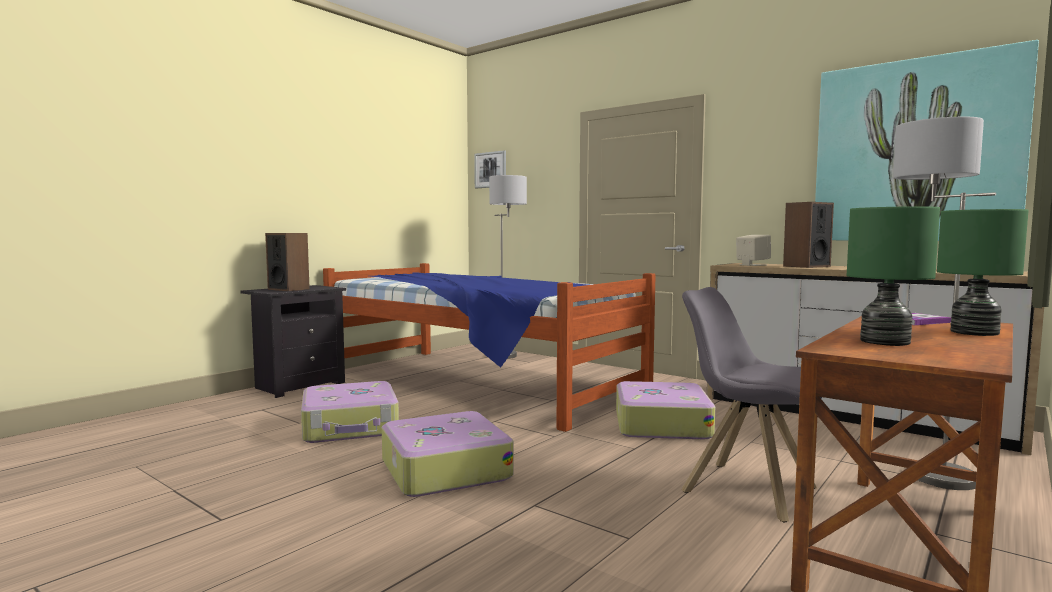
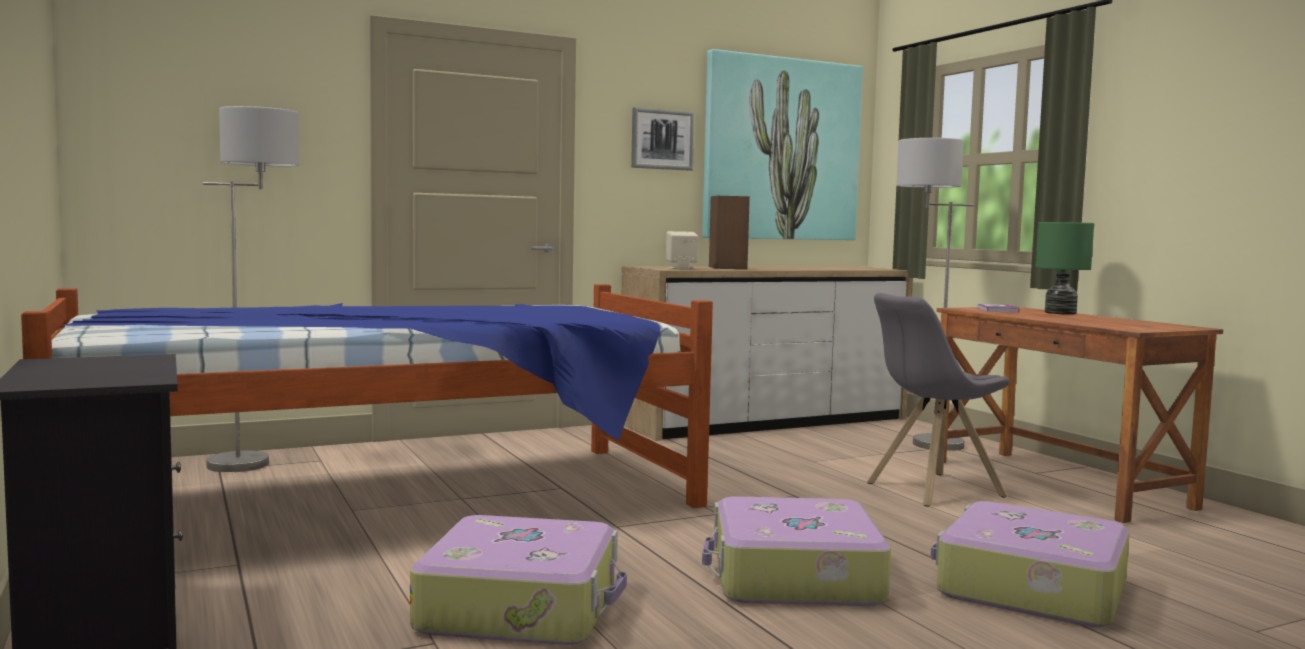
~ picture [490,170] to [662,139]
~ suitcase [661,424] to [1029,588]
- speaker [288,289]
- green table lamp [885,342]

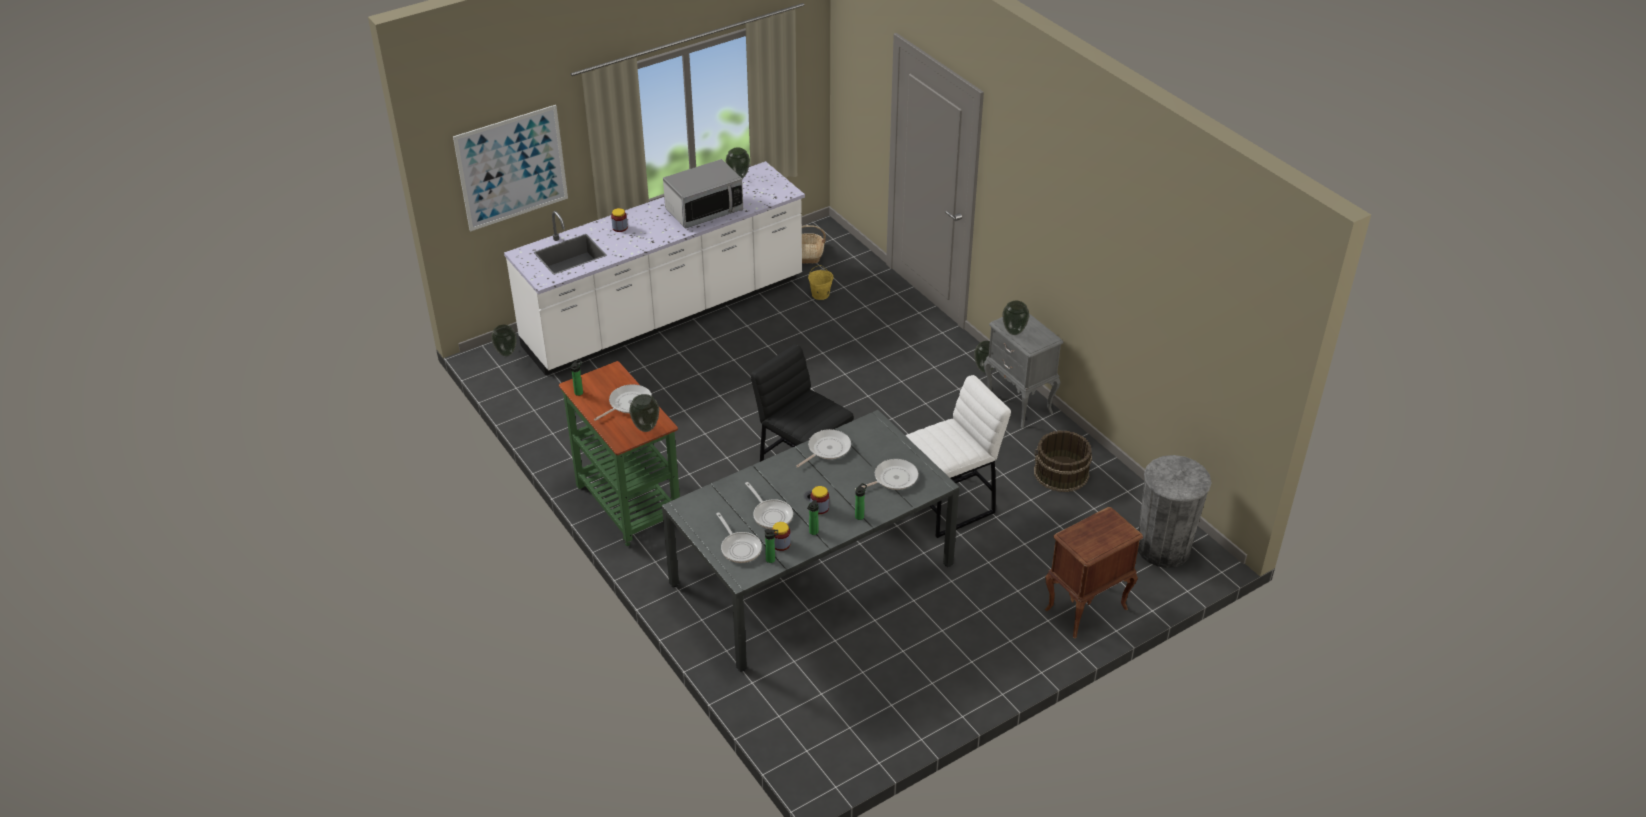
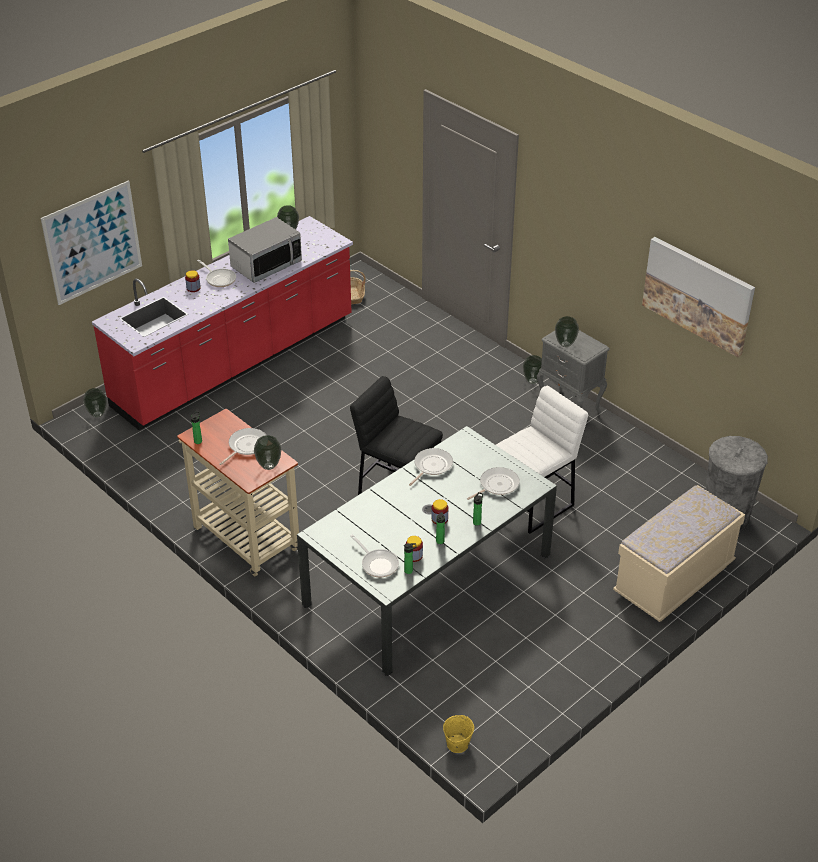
~ white counter [665,314] to red counter [235,363]
~ green cart [627,504] to beige cart [244,538]
~ frying pan [771,514] to [219,279]
~ yellow bucket [820,295] to [457,744]
~ brown nightstand [1086,610] to beige bench [674,580]
+ picture [698,295]
- brown bucket [1061,473]

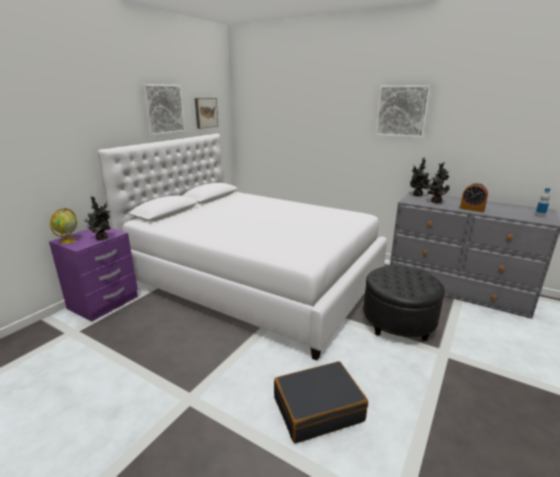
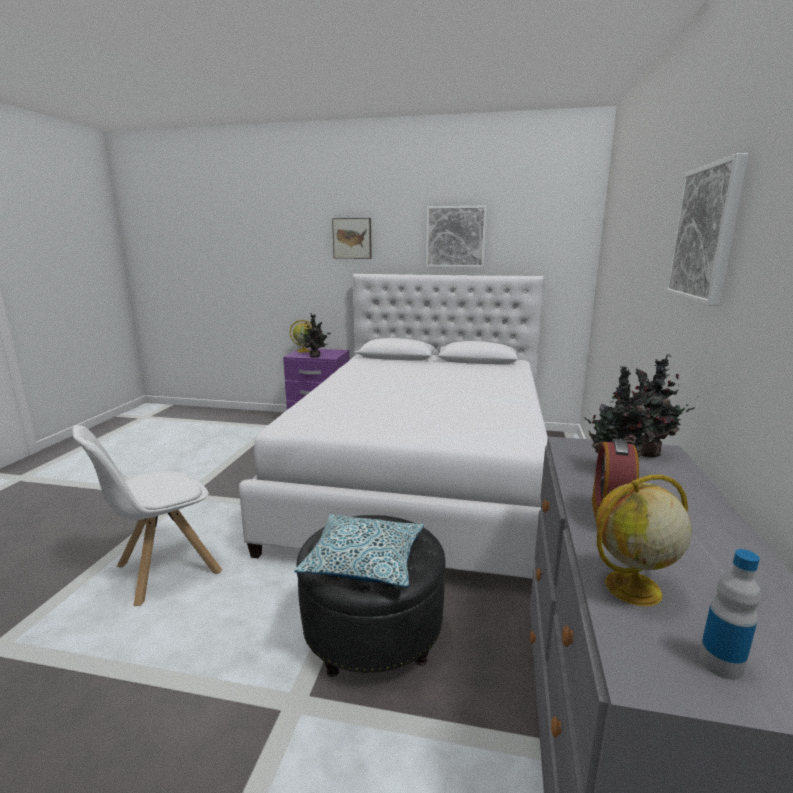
~ black suitcase [318,408] to white chair [163,571]
+ pillow [364,561]
~ picture [205,112] to [352,238]
+ globe [631,589]

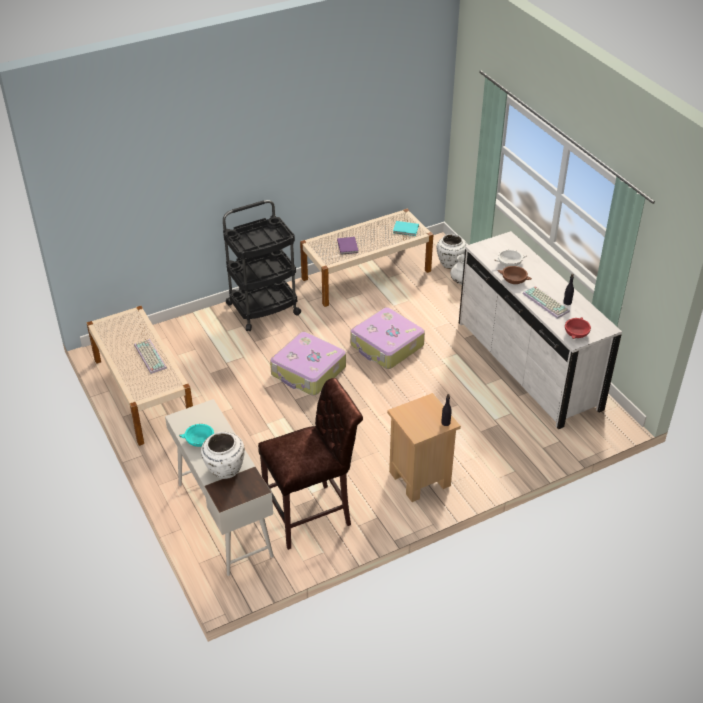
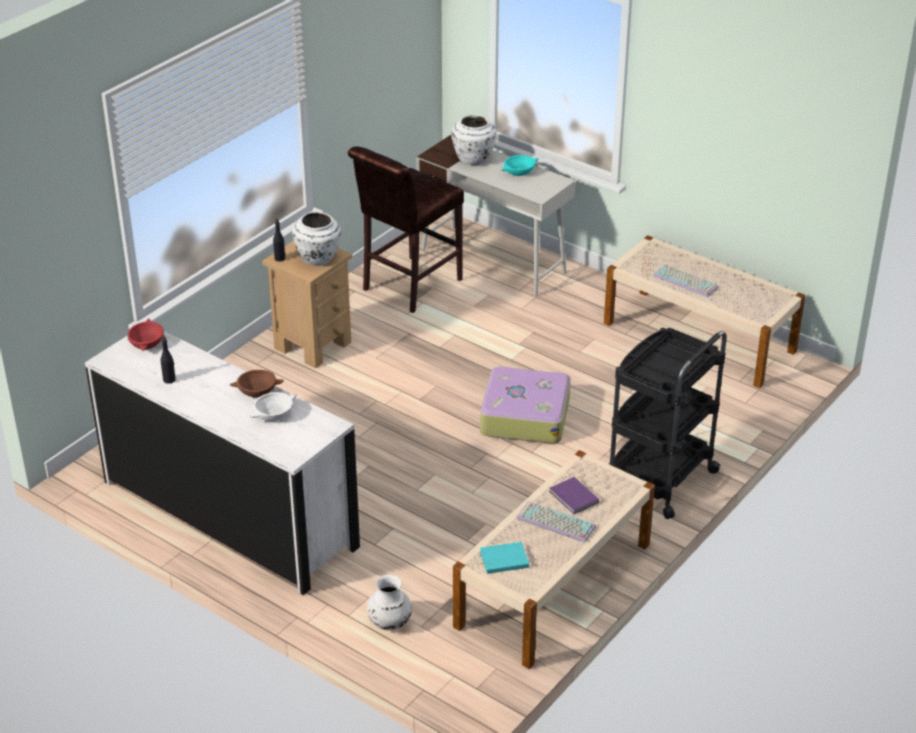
~ white vase [450,263] to [318,259]
~ keyboard [547,302] to [554,523]
- suitcase [386,346]

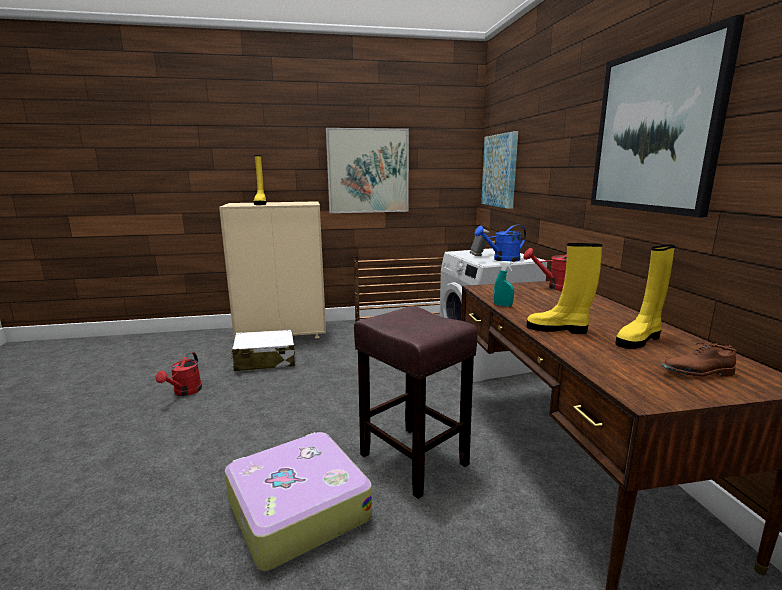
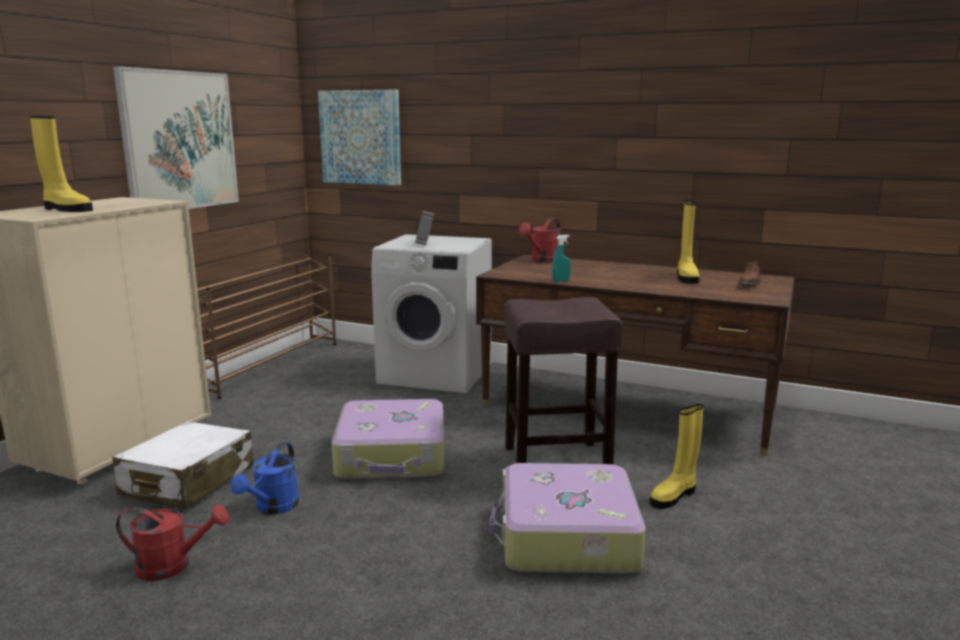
~ red watering can [185,392] = [173,566] 45 degrees counterclockwise
~ blue watering can [502,259] to [273,508]
+ suitcase [392,456]
~ yellow boot [558,329] to [674,496]
- picture [654,130]

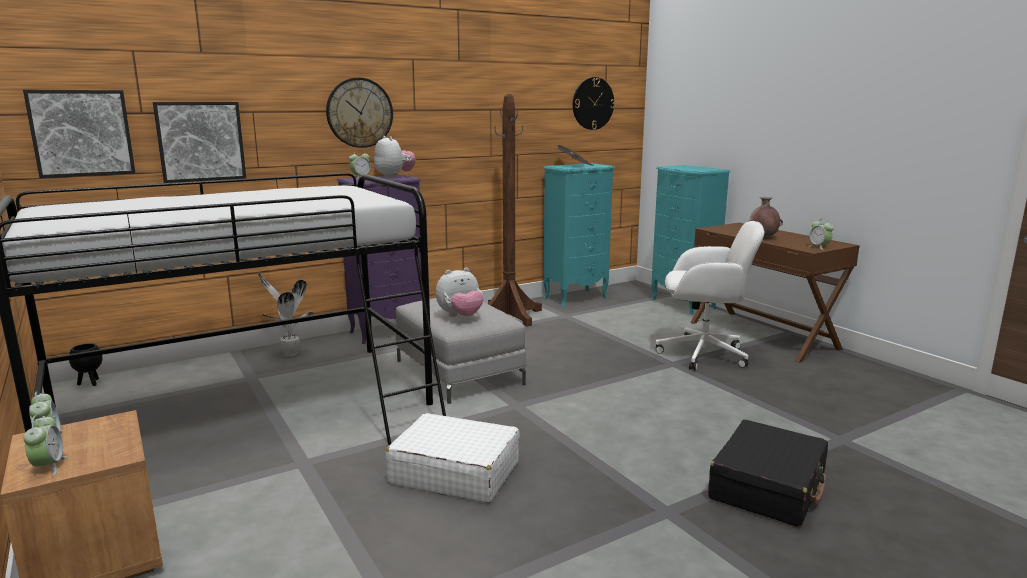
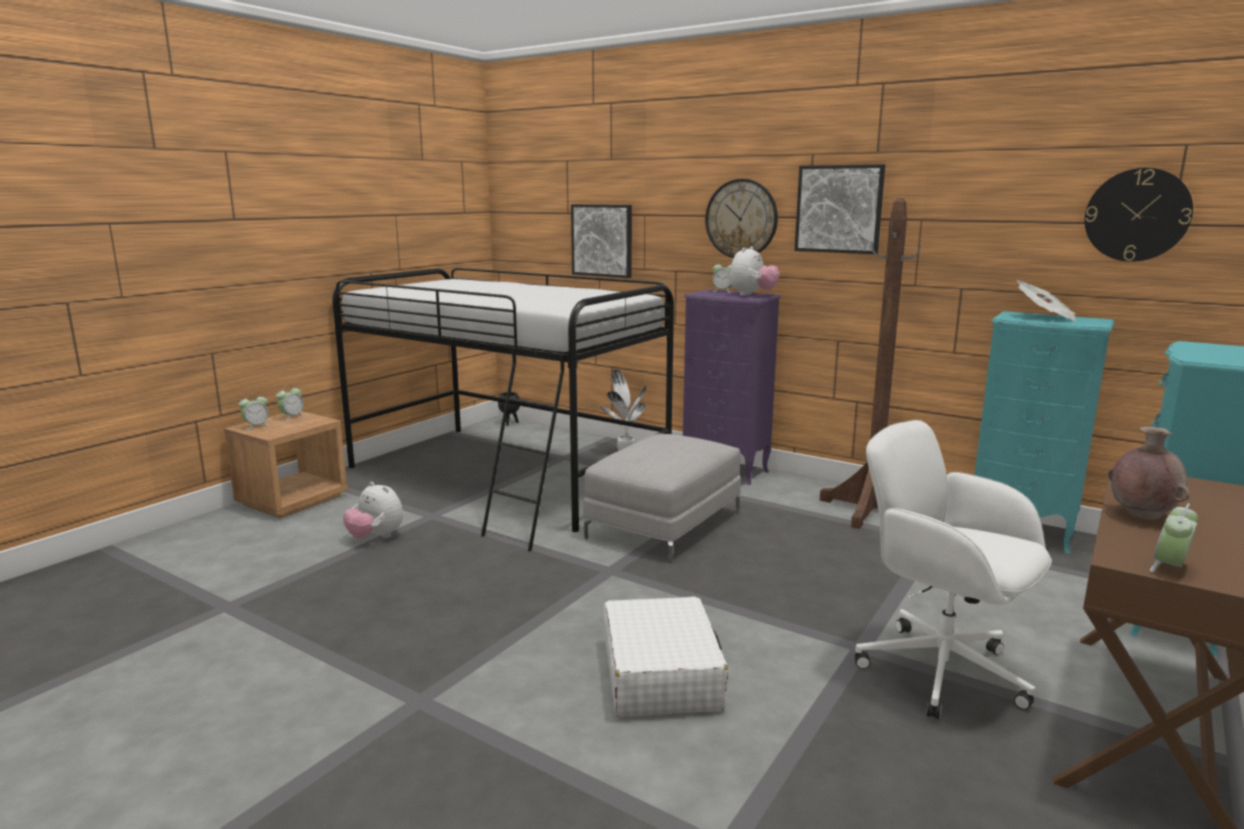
~ plush toy [460,316] to [376,537]
~ white suitcase [454,472] to [661,674]
~ picture [81,133] to [839,209]
~ white office chair [704,355] = [939,671] 150 degrees clockwise
- black suitcase [768,487]

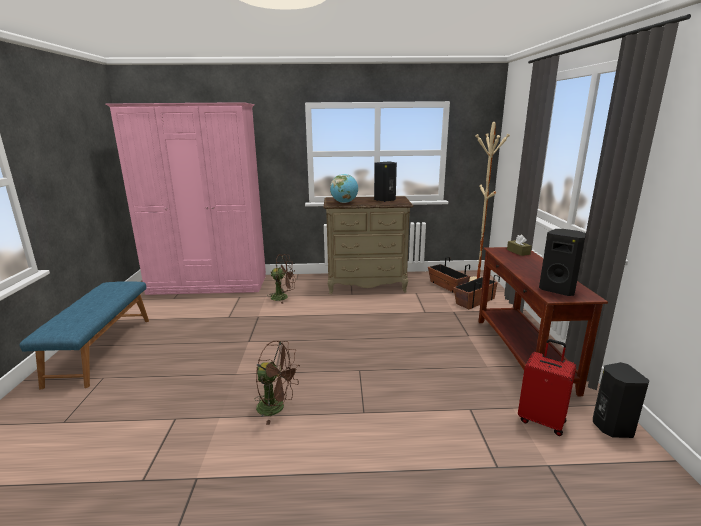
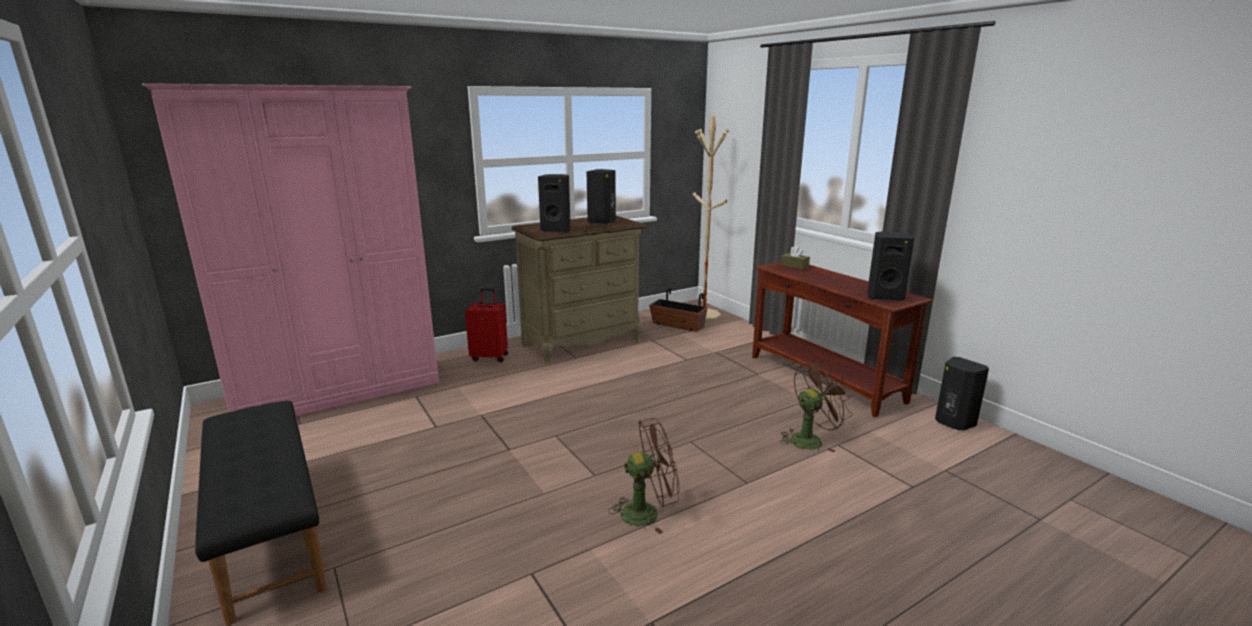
~ blue bench [101,350] to black bench [268,532]
~ red suitcase [542,420] to [490,357]
~ globe [344,202] to black speaker [557,230]
~ brown fan [283,297] to [810,439]
- planter [474,301]

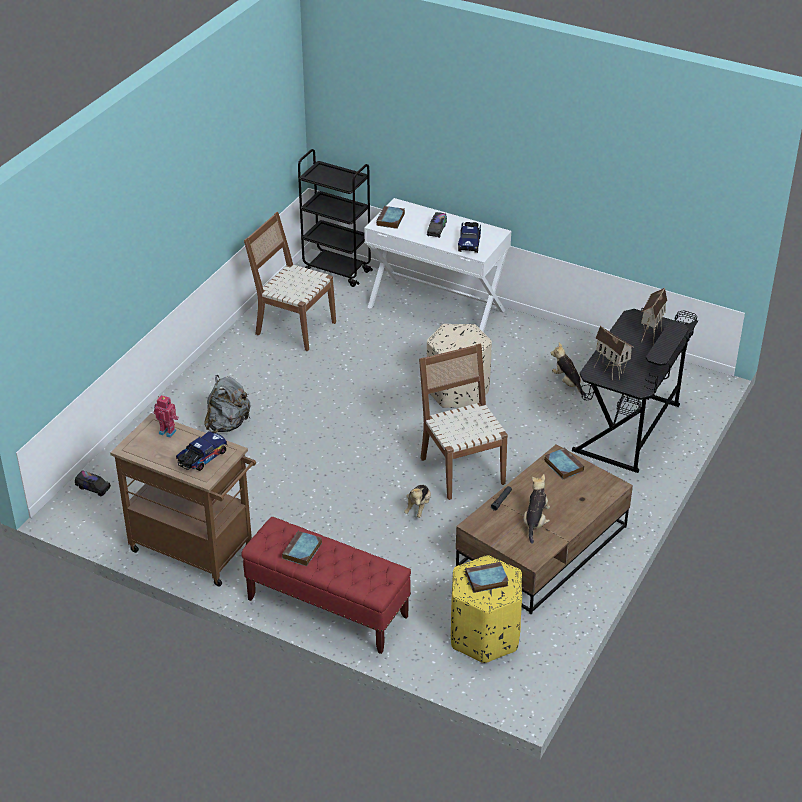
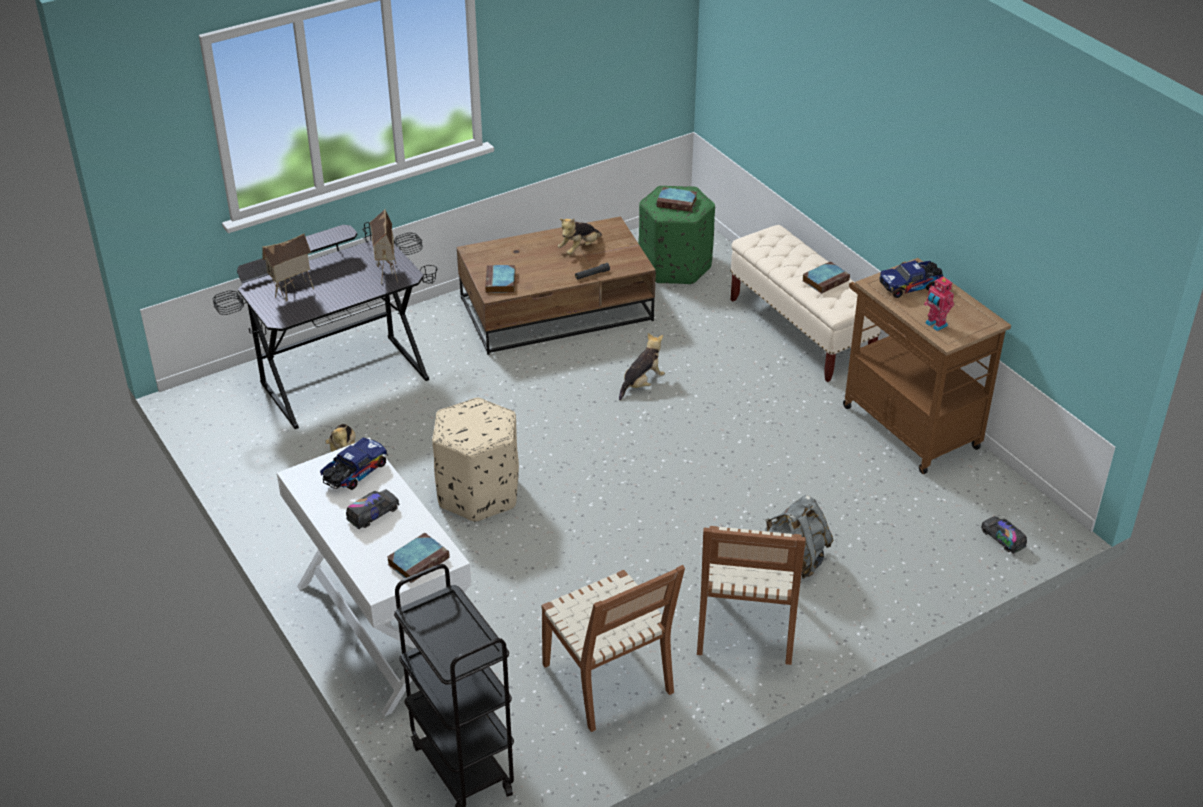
~ yellow ottoman [484,636] to green ottoman [675,266]
~ chair [461,468] to [746,629]
~ red bench [327,608] to beige bench [801,331]

